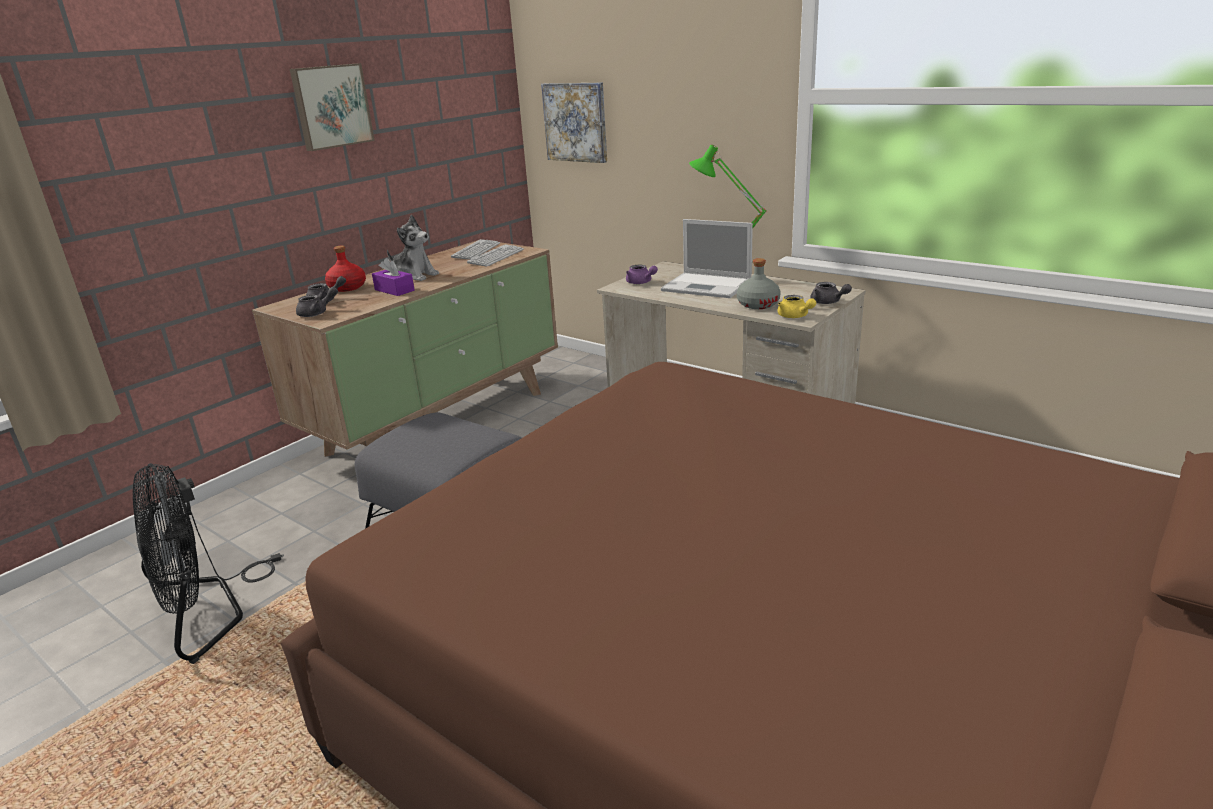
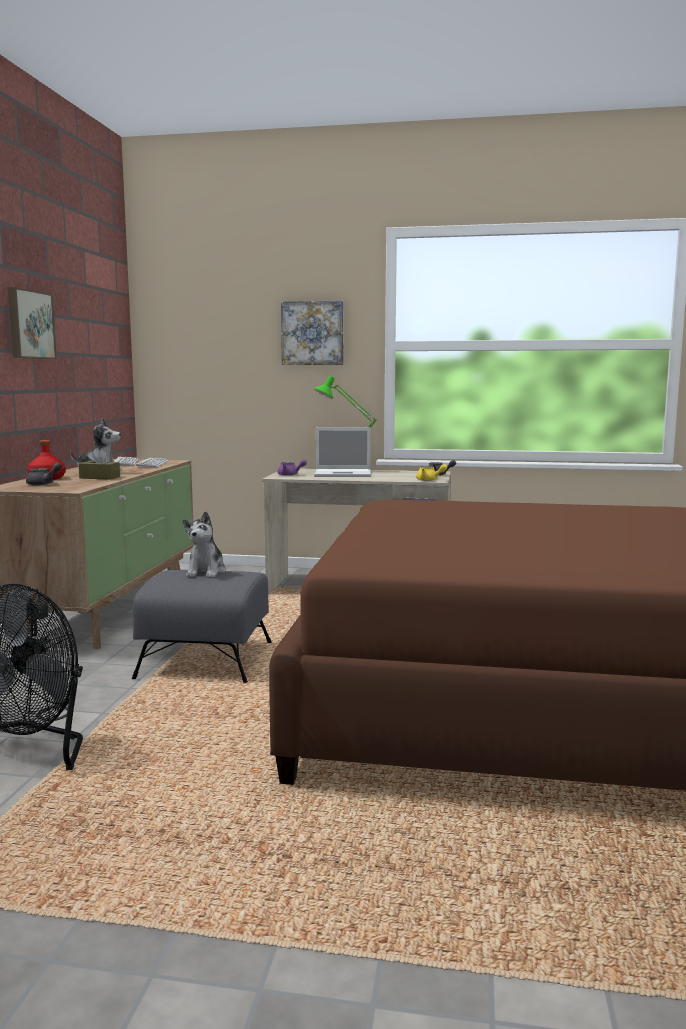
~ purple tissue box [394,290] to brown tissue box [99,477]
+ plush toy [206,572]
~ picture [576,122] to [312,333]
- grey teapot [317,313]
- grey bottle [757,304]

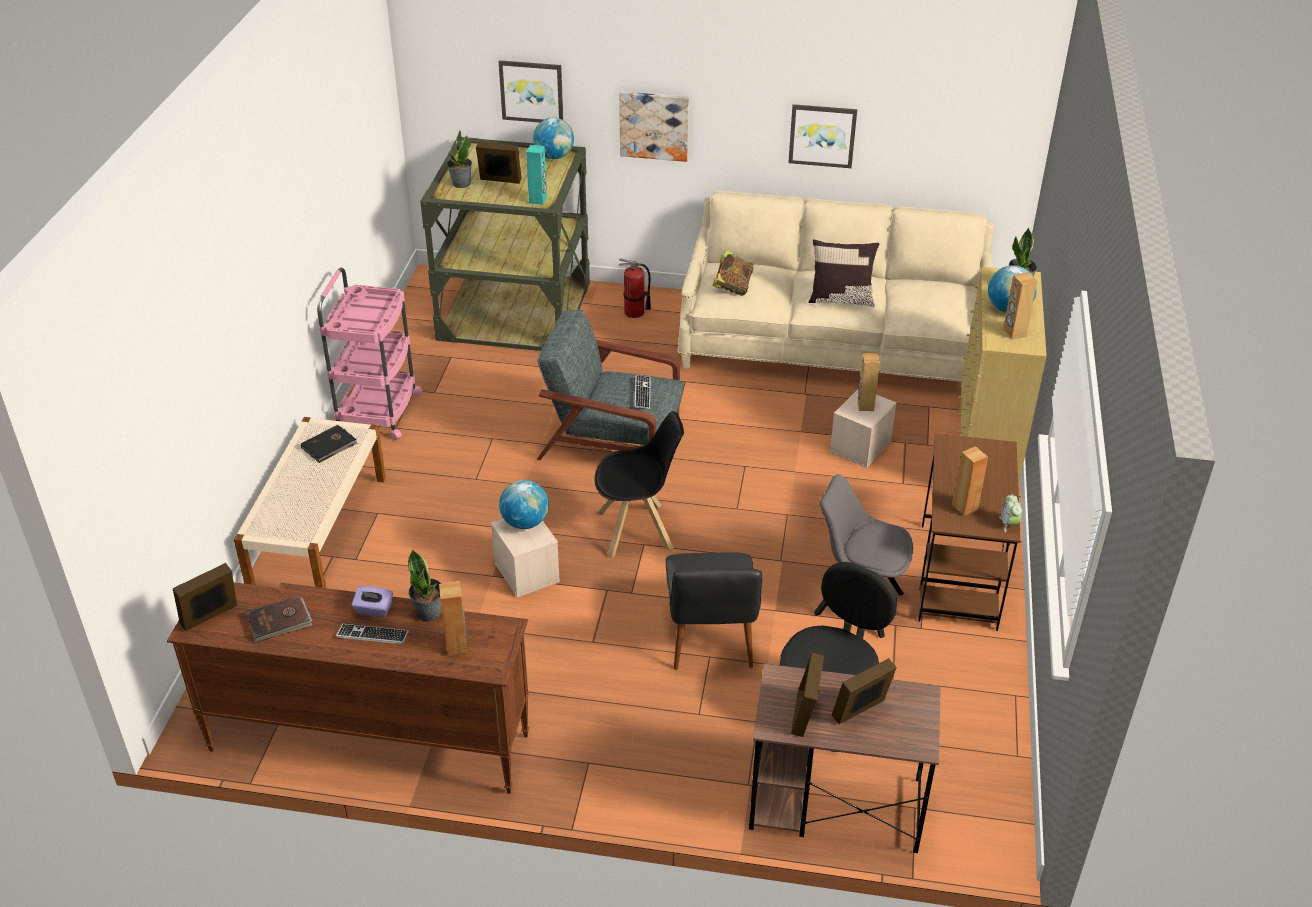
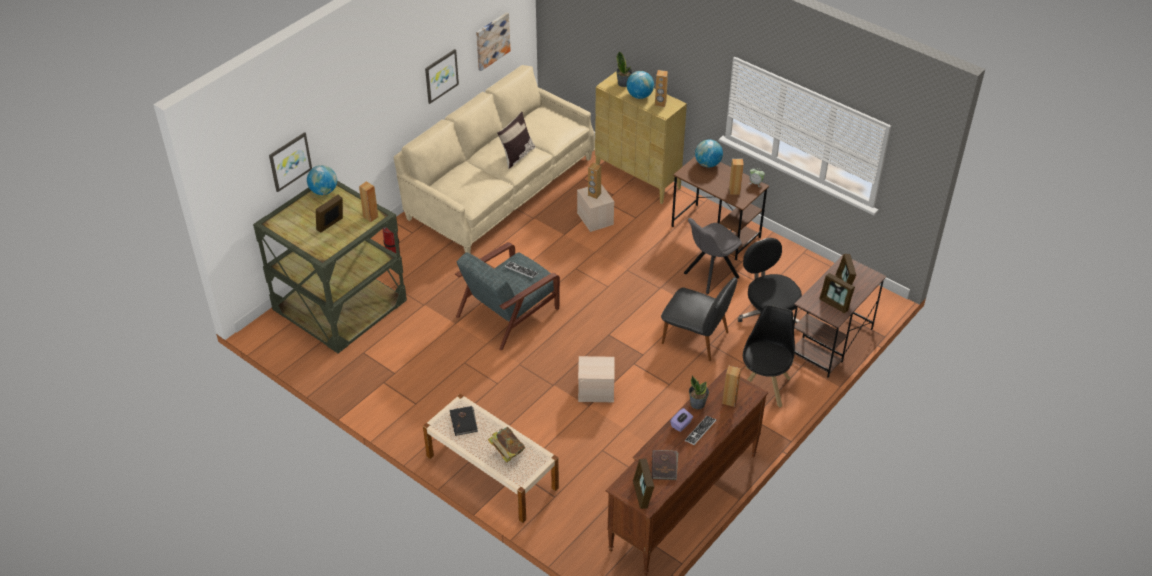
~ turquoise speaker [538,200] to brown speaker [371,217]
~ picture [654,125] to [492,41]
~ book [732,287] to [507,452]
~ globe [525,522] to [707,164]
~ black chair [638,530] to [764,385]
- pink cart [378,413]
- potted plant [461,183]

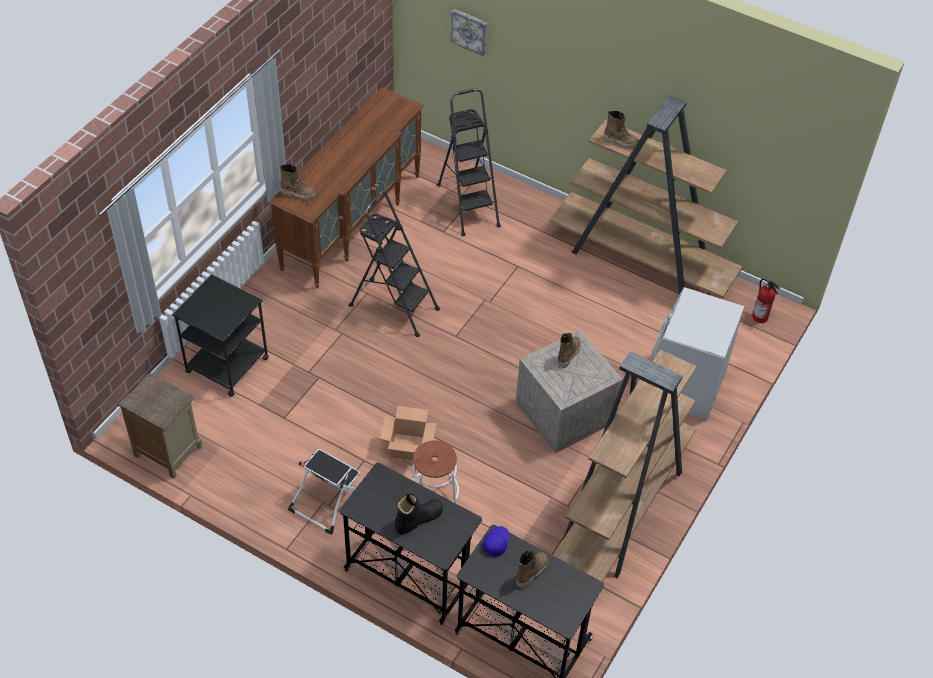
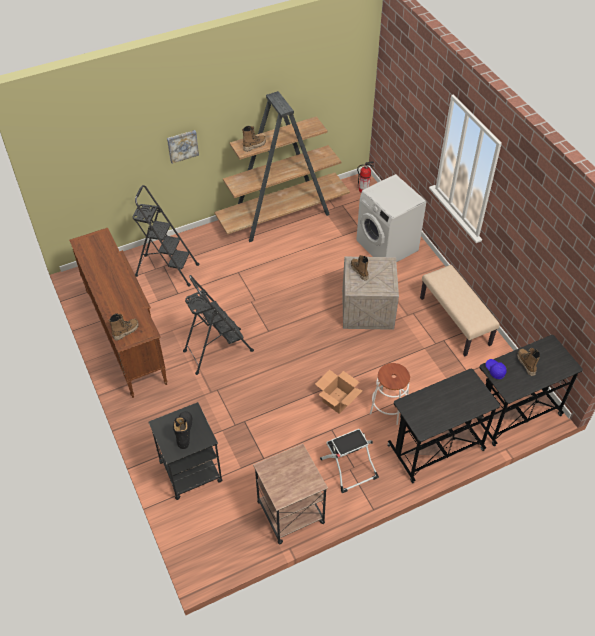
~ picture [469,31] to [182,145]
~ black boot [418,518] to [184,431]
+ brown cart [289,513]
~ brown bookcase [621,511] to beige bench [455,321]
- beige nightstand [168,450]

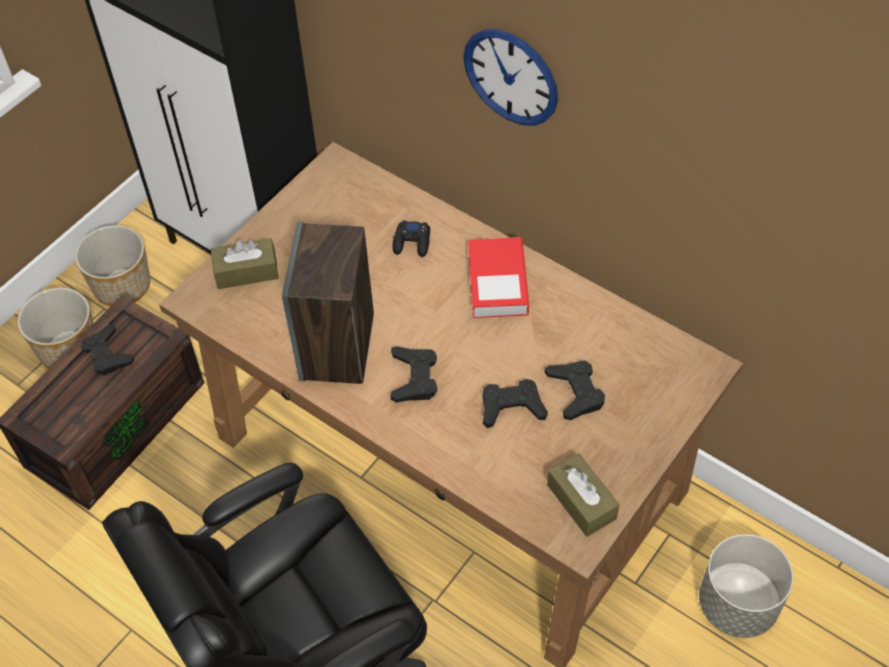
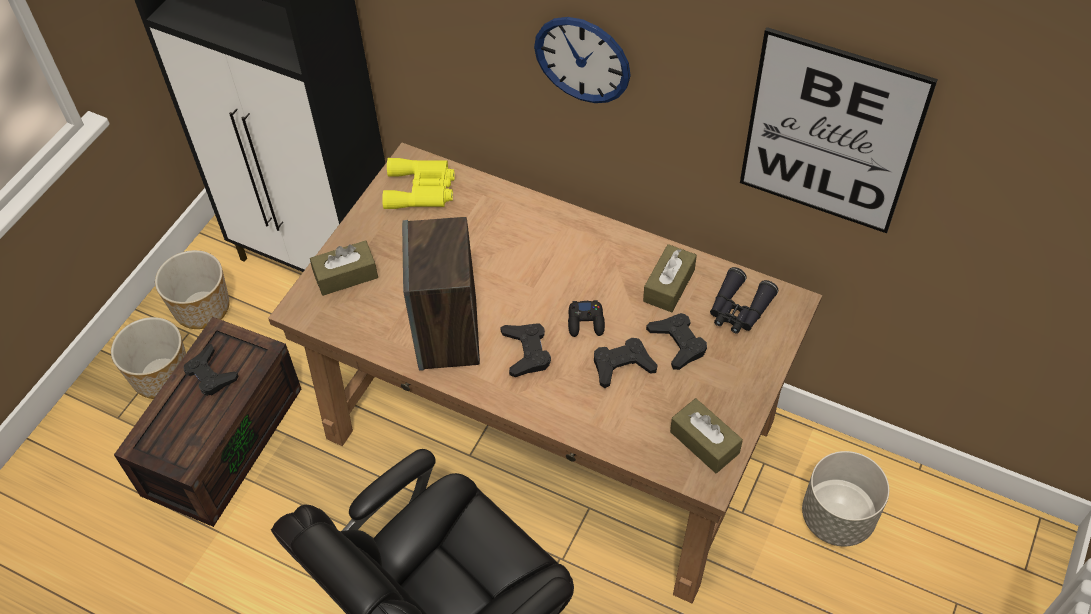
+ yellow binoculars [421,189]
~ black game controller [412,242] to [586,322]
+ brown tissue box [669,285]
+ black binoculars [738,309]
+ picture [830,134]
- book [497,283]

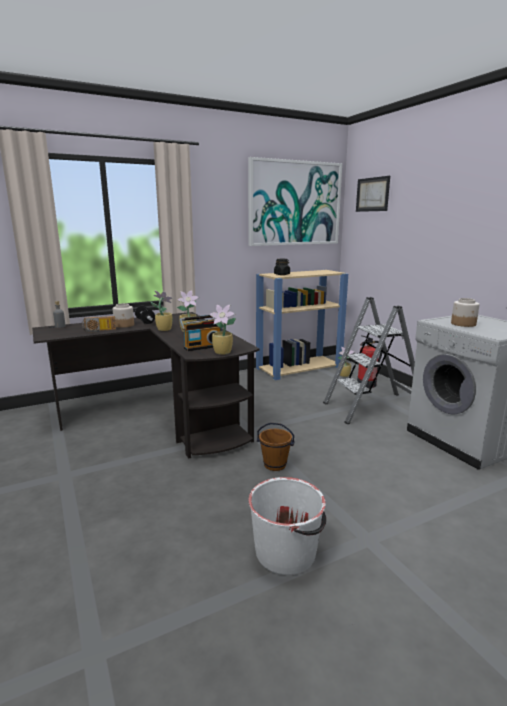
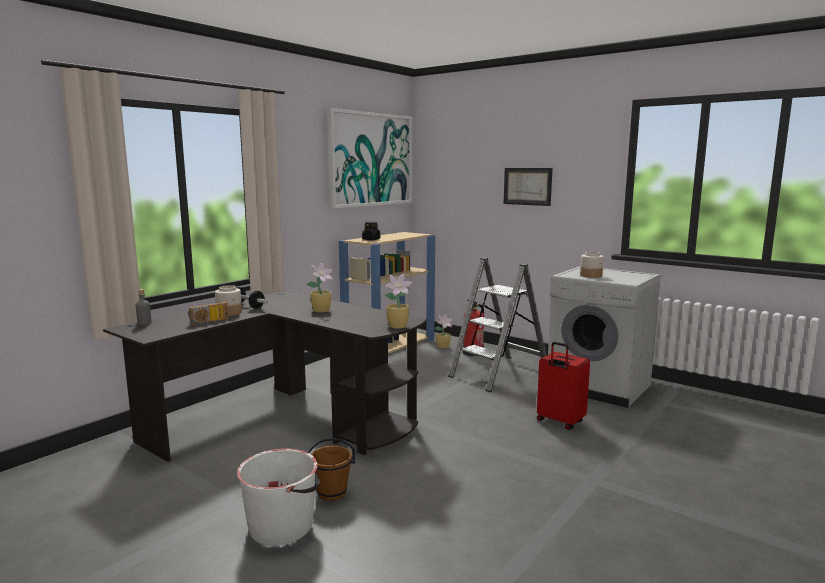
~ white bucket [286,552] to [282,526]
~ brown bucket [275,465] to [332,493]
~ picture [372,194] to [527,186]
+ red suitcase [559,422]
- potted plant [164,329]
- radio [202,347]

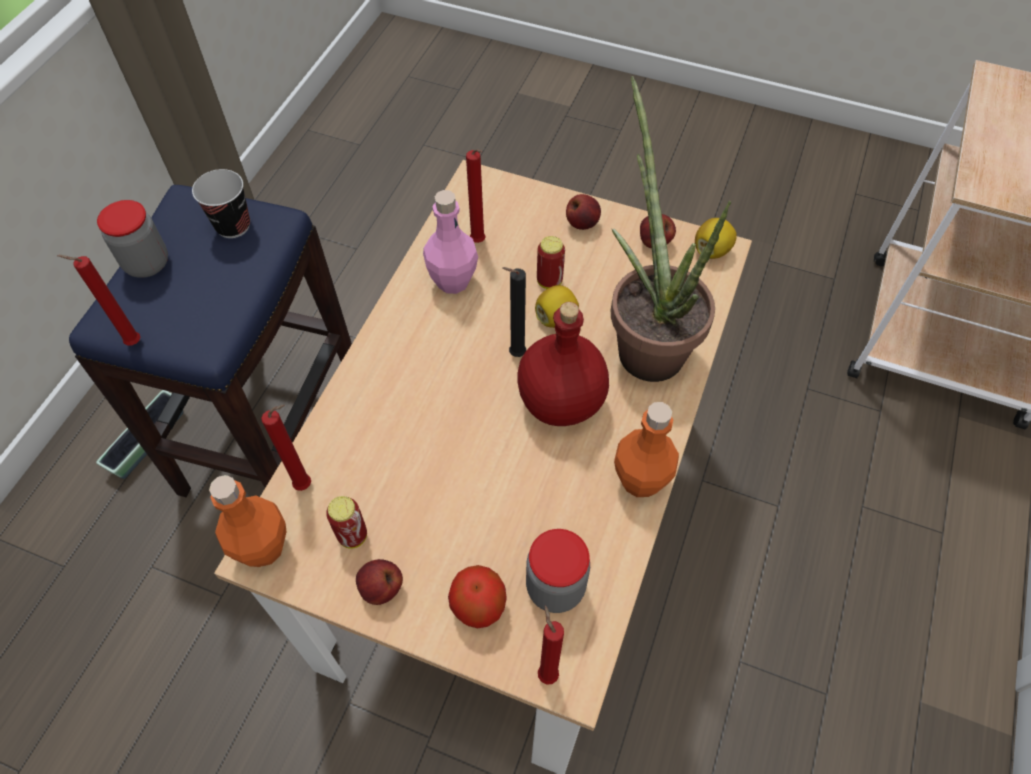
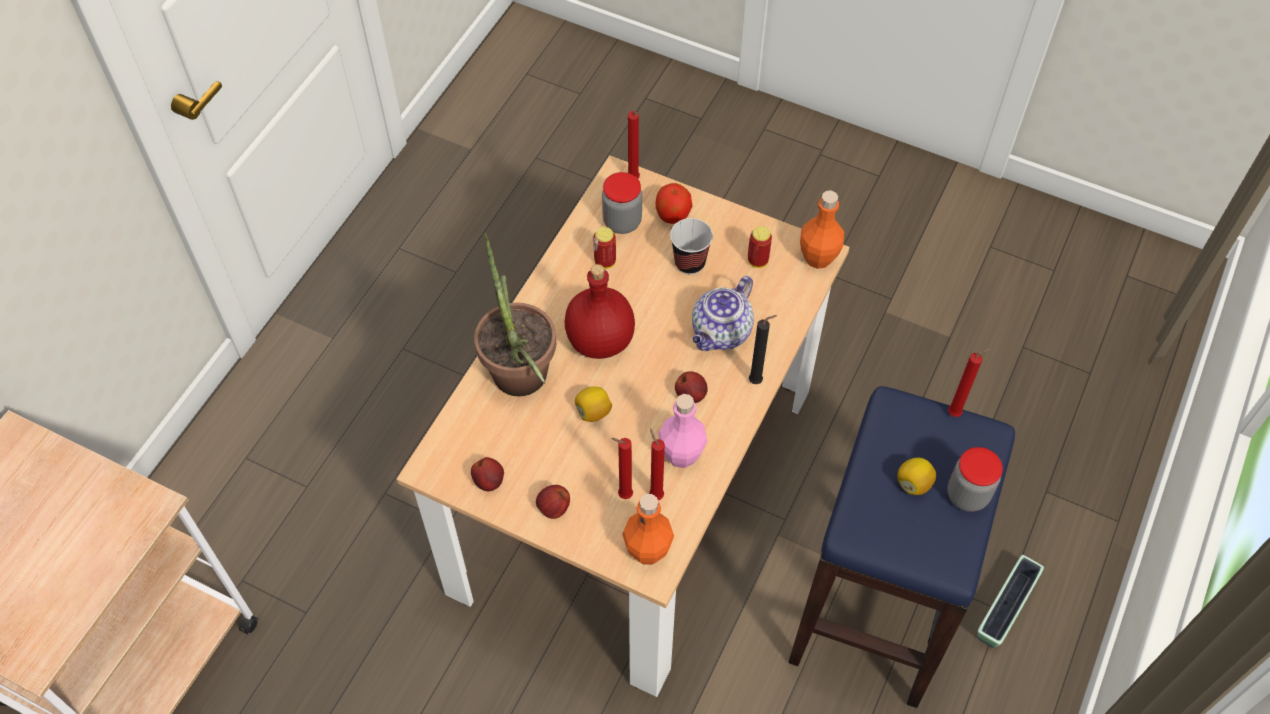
~ can [549,281] to [605,262]
~ red candle [306,485] to [623,495]
~ orange bottle [640,480] to [648,550]
~ cup [233,226] to [689,263]
~ apple [381,589] to [691,395]
+ teapot [721,333]
~ black candle [514,354] to [757,381]
~ lemon [712,250] to [913,483]

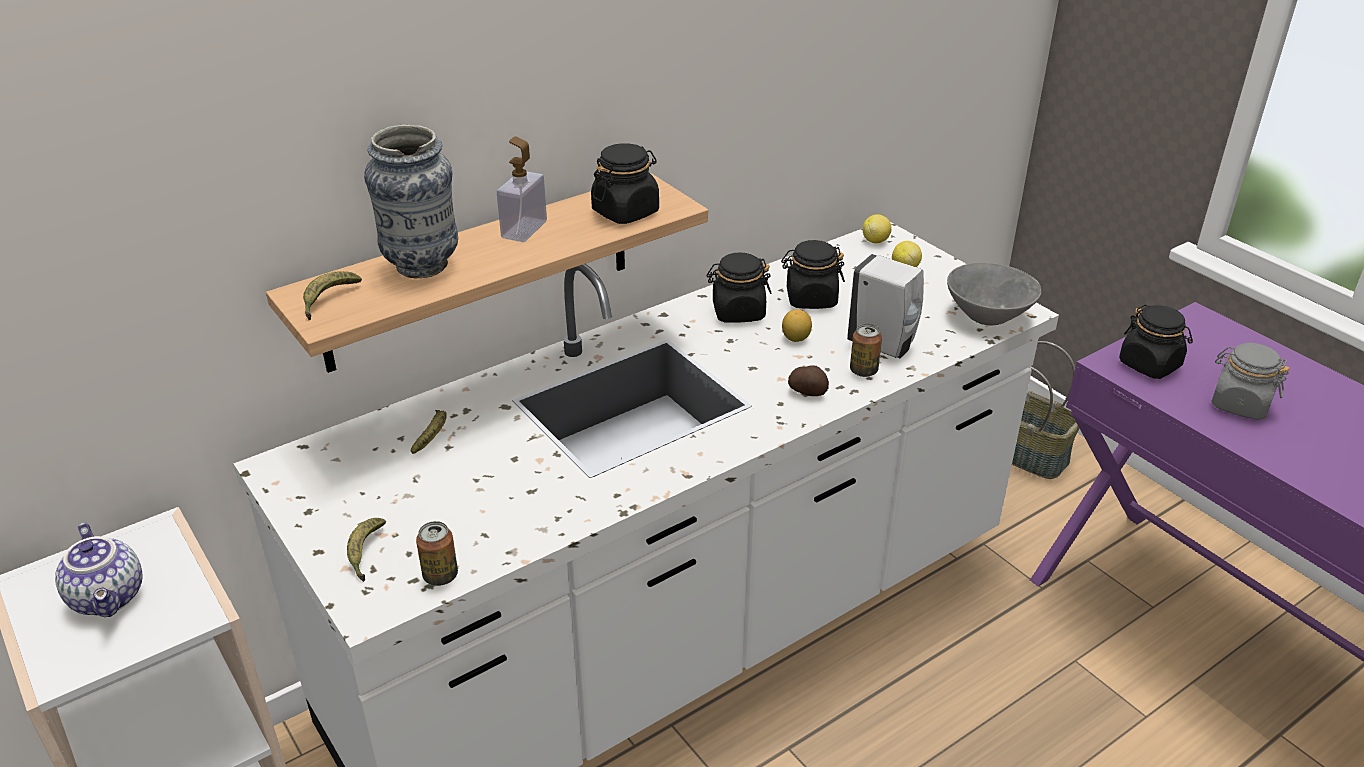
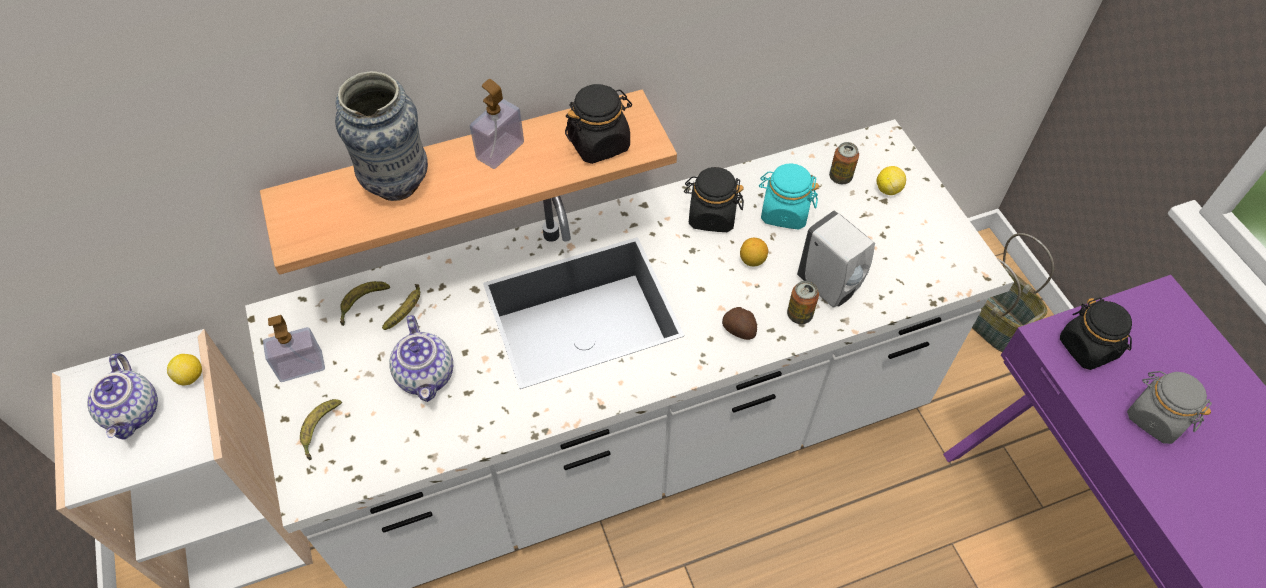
~ lemon [875,241] to [191,376]
+ soap dispenser [301,367]
~ banana [329,300] to [362,304]
+ teapot [427,375]
~ black jar [811,299] to turquoise jar [784,212]
~ can [440,576] to [840,177]
- grey bowl [989,317]

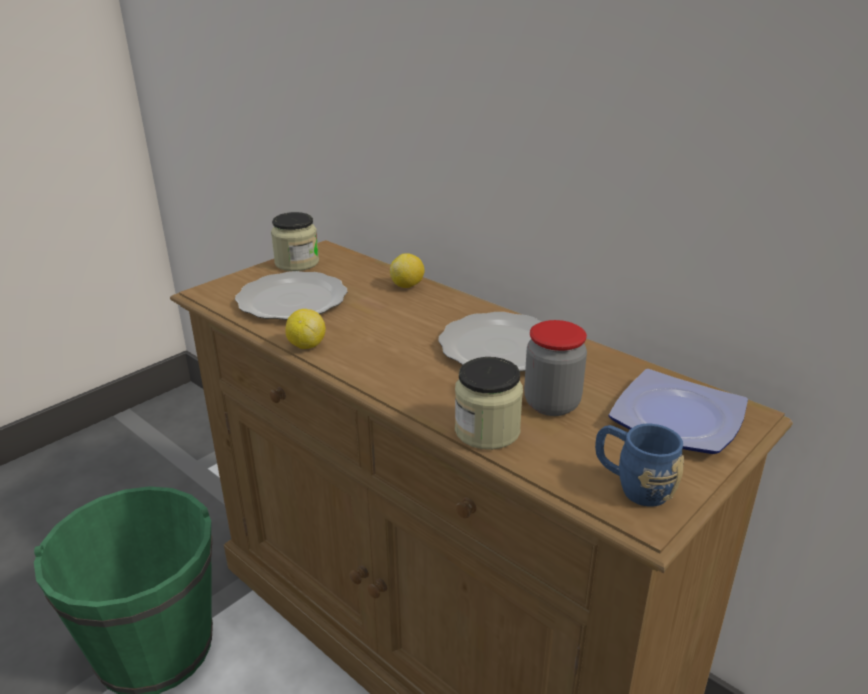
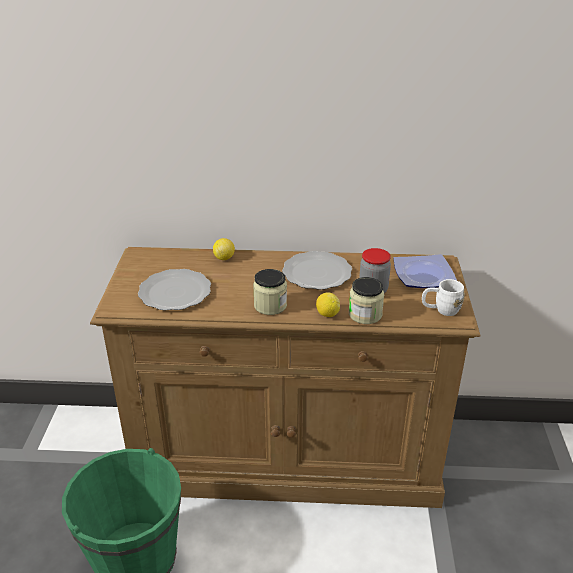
~ jar [297,263] to [270,305]
~ lemon [306,345] to [327,314]
~ blue mug [633,485] to white mug [441,310]

